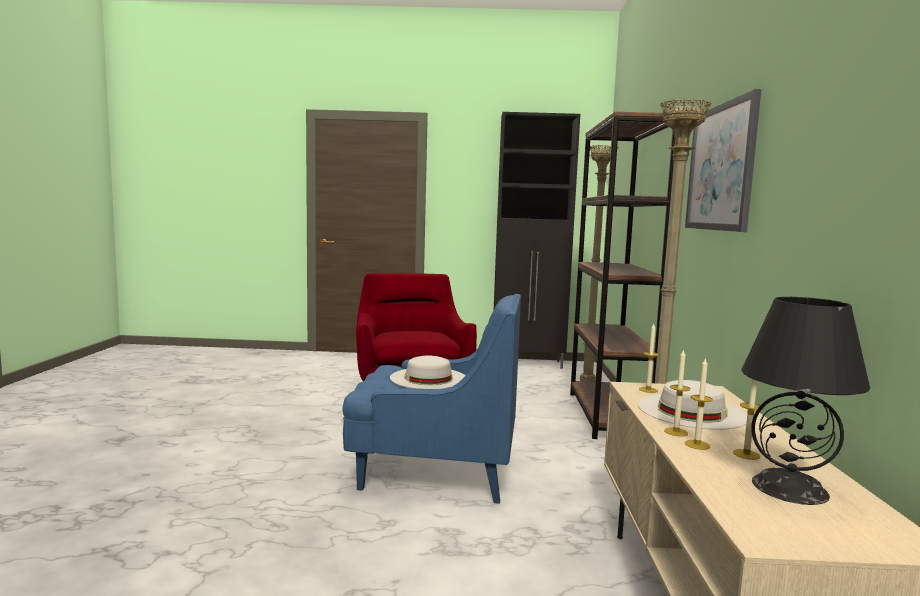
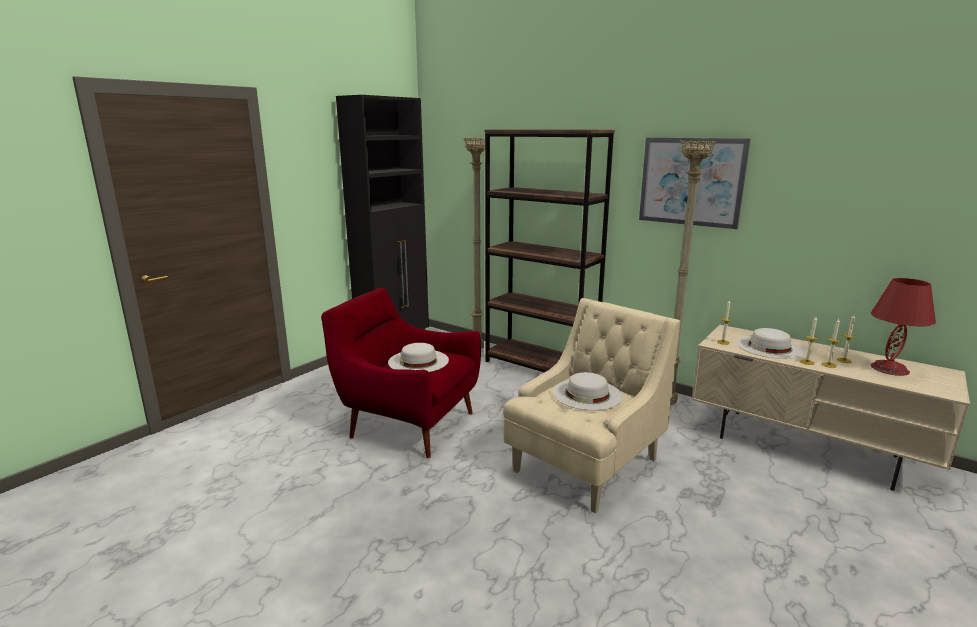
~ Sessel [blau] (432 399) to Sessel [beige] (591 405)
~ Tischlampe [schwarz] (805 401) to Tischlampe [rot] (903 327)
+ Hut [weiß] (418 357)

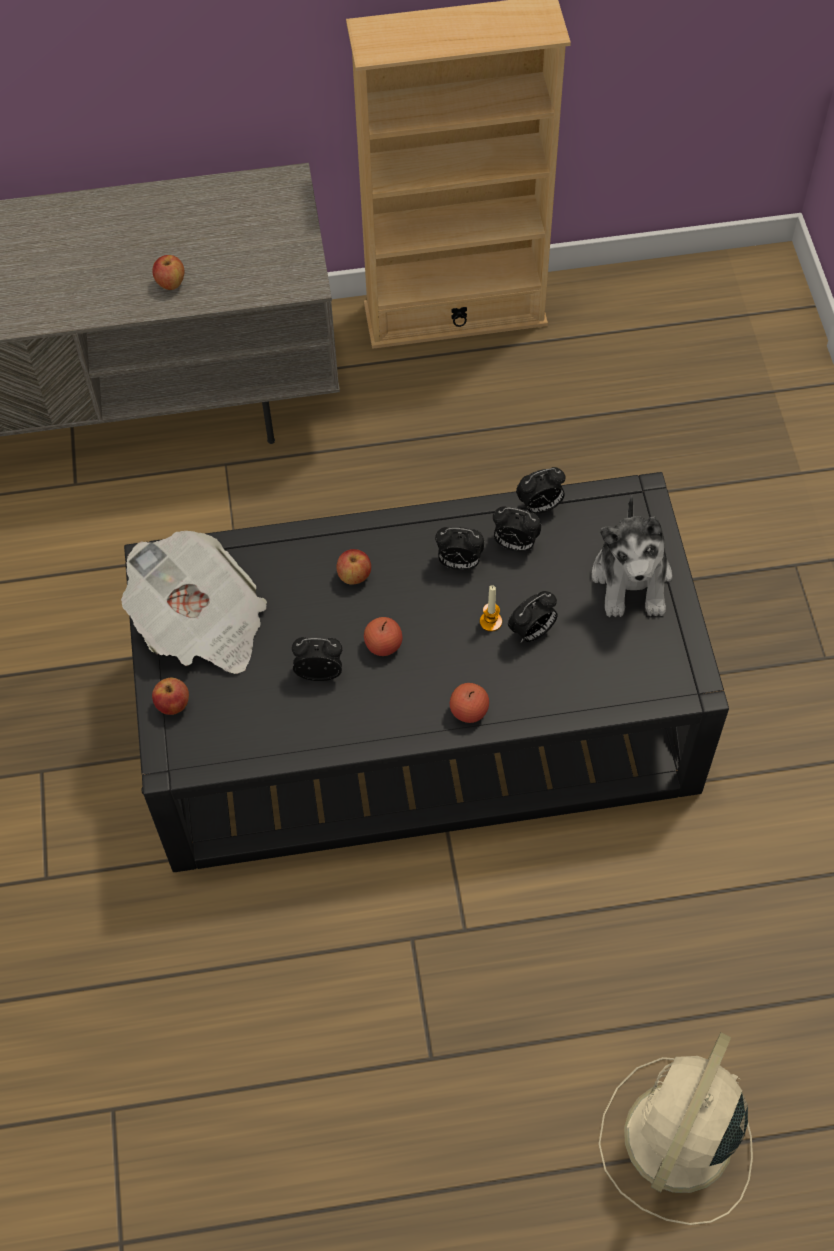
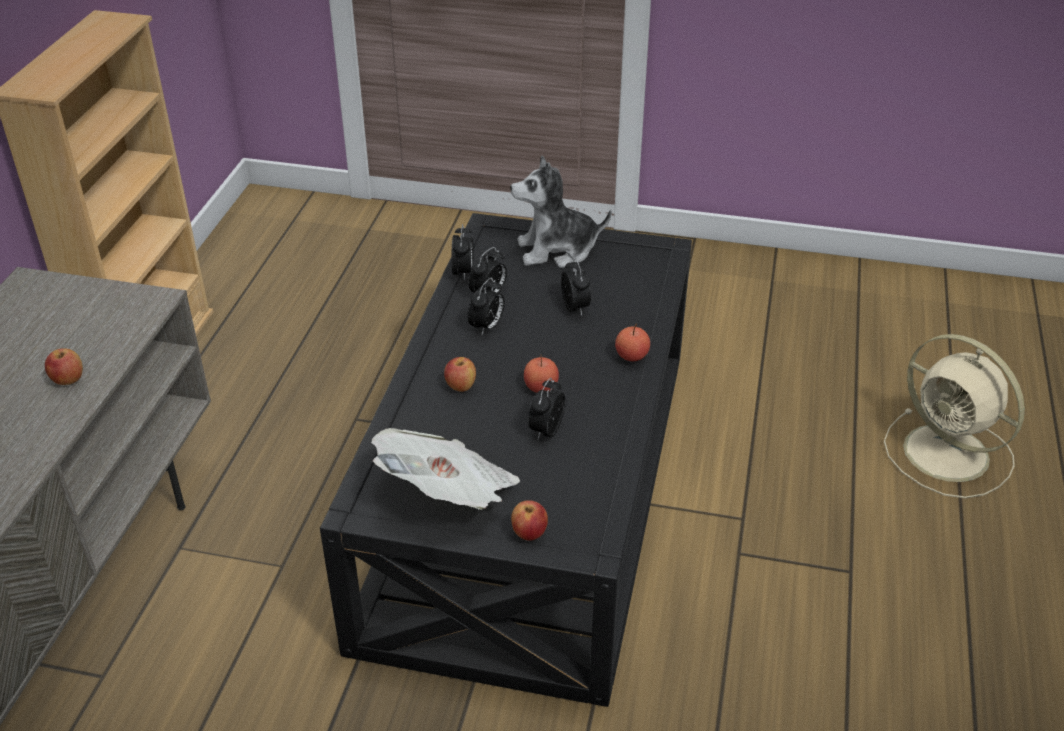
~ Plüschtier (632 556) = (561 211) 150 degrees clockwise
- Kerze (491 608)

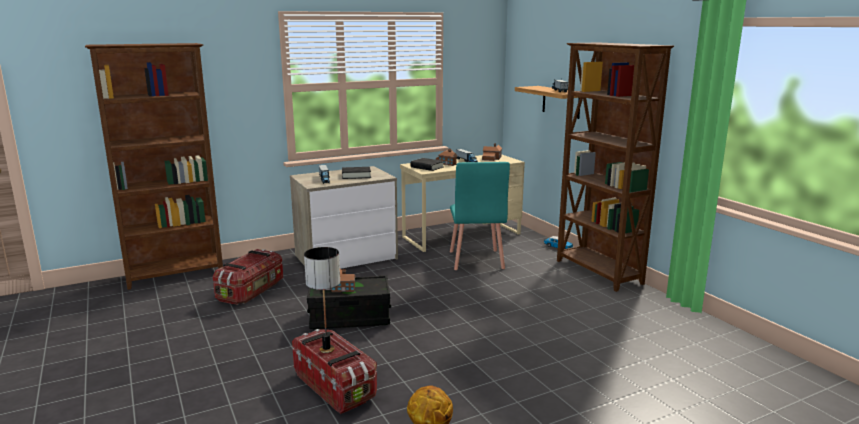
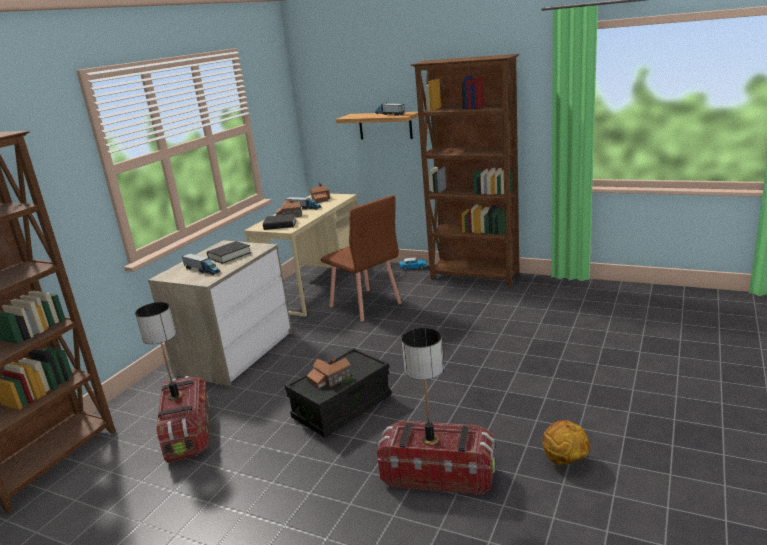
~ Stuhl [türkis] (480 216) to Stuhl [braun] (361 258)
+ Tischlampe (159 351)

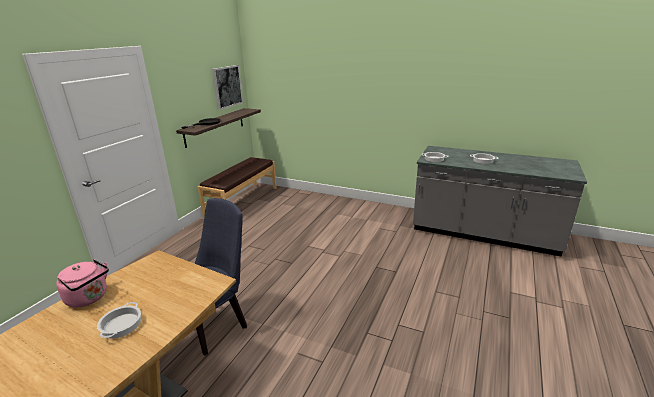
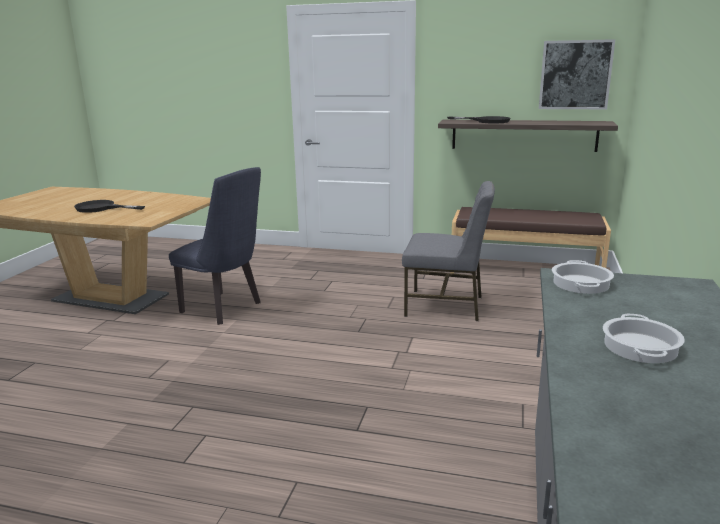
- Wasserkessel [rosa] (82 283)
~ Kochtopf (119 320) to Pfanne [schwarz] (109 206)
+ Stuhl [grau] (448 251)

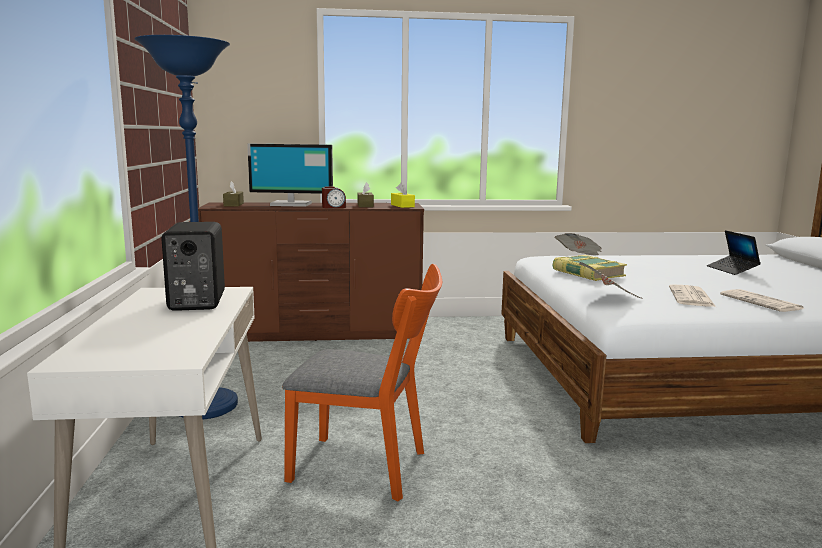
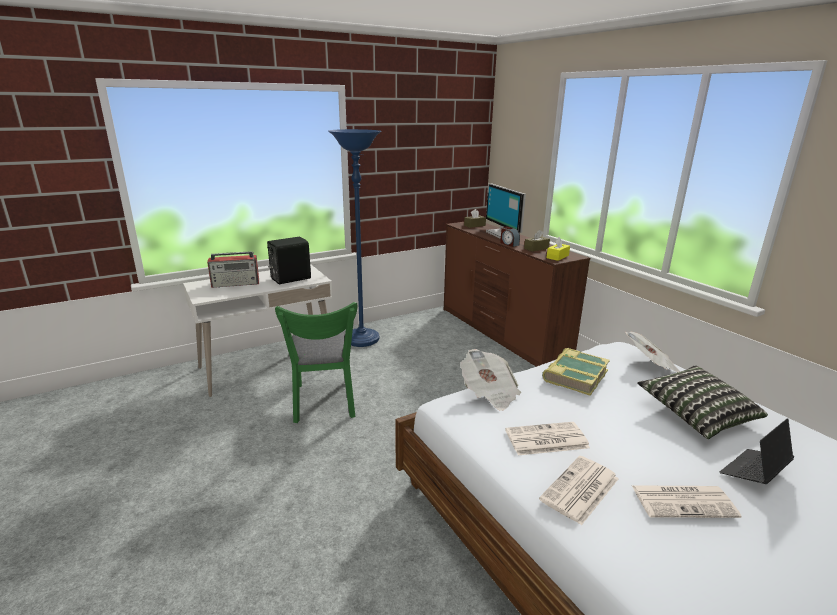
~ Stuhl [orange] (362 382) to Stuhl [grün] (316 362)
+ Radio (233 269)
+ Kissen (702 402)
+ Zeitung (686 501)

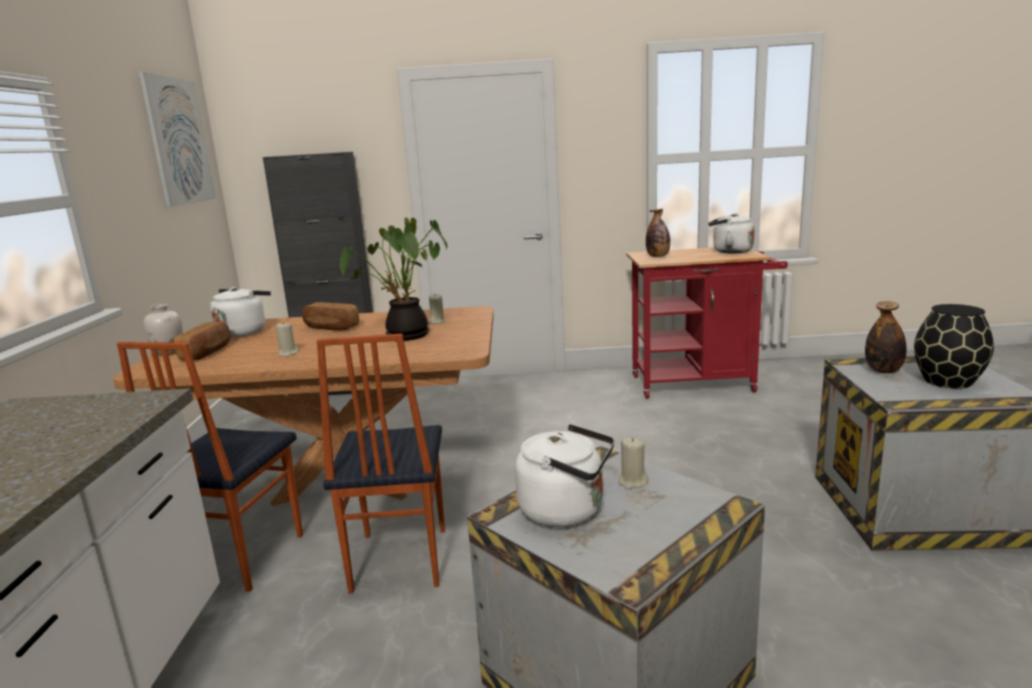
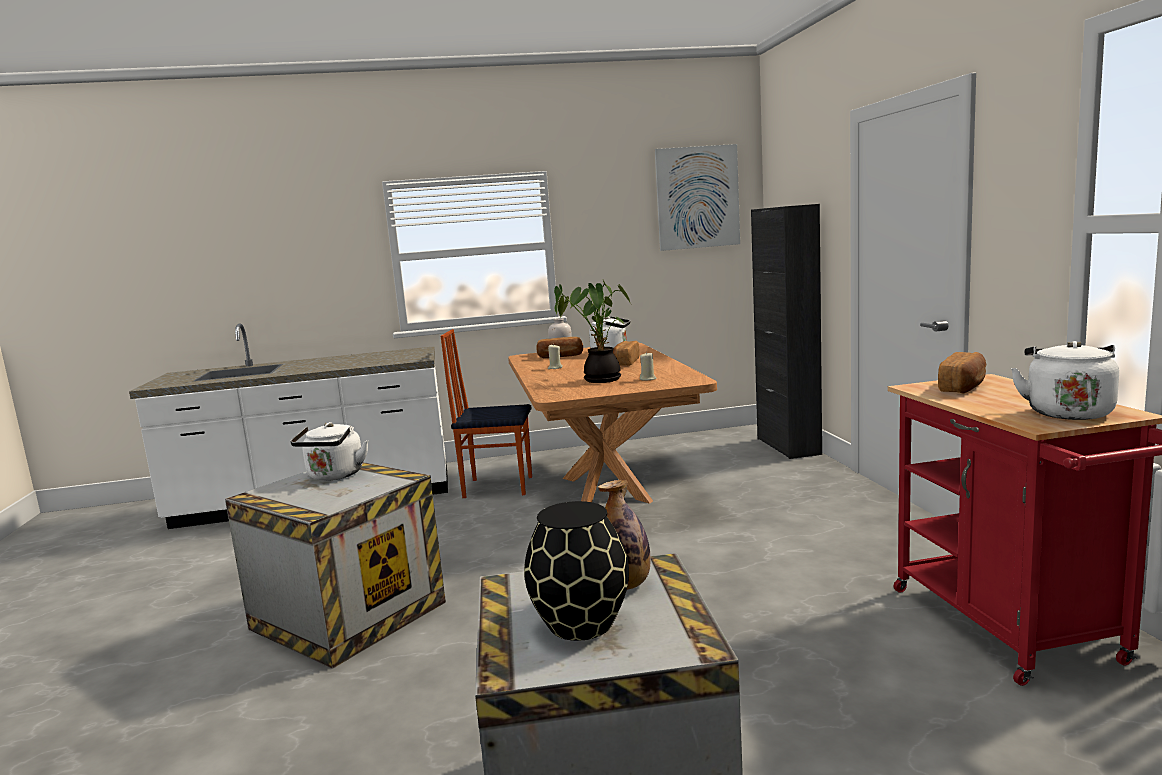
~ Flasche (658 233) to Brot (962 373)
- Stuhl (380 464)
- Kerze [beige] (633 463)

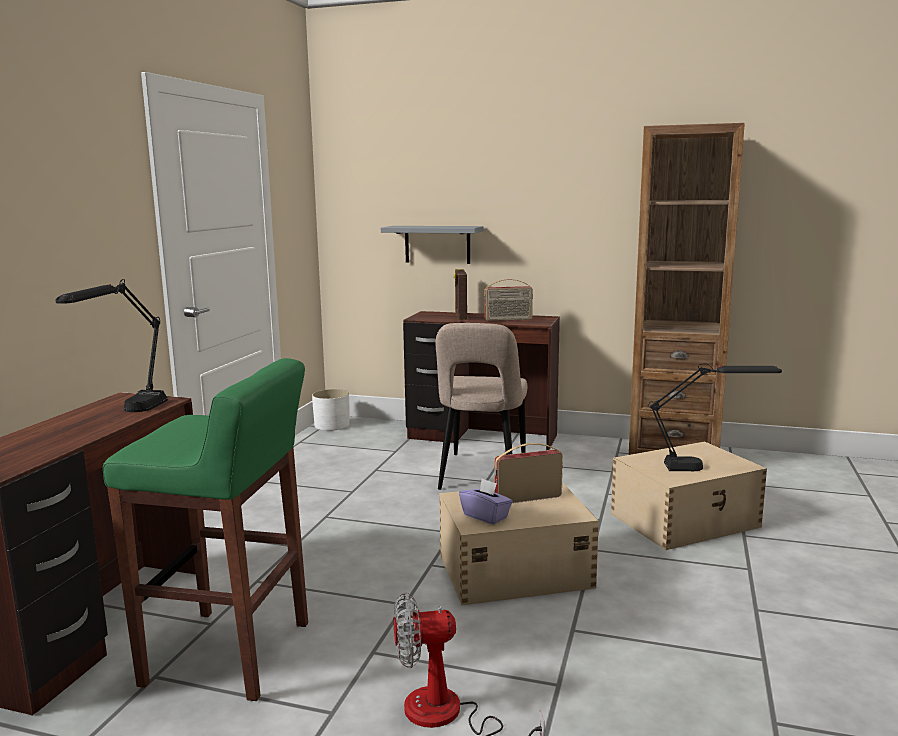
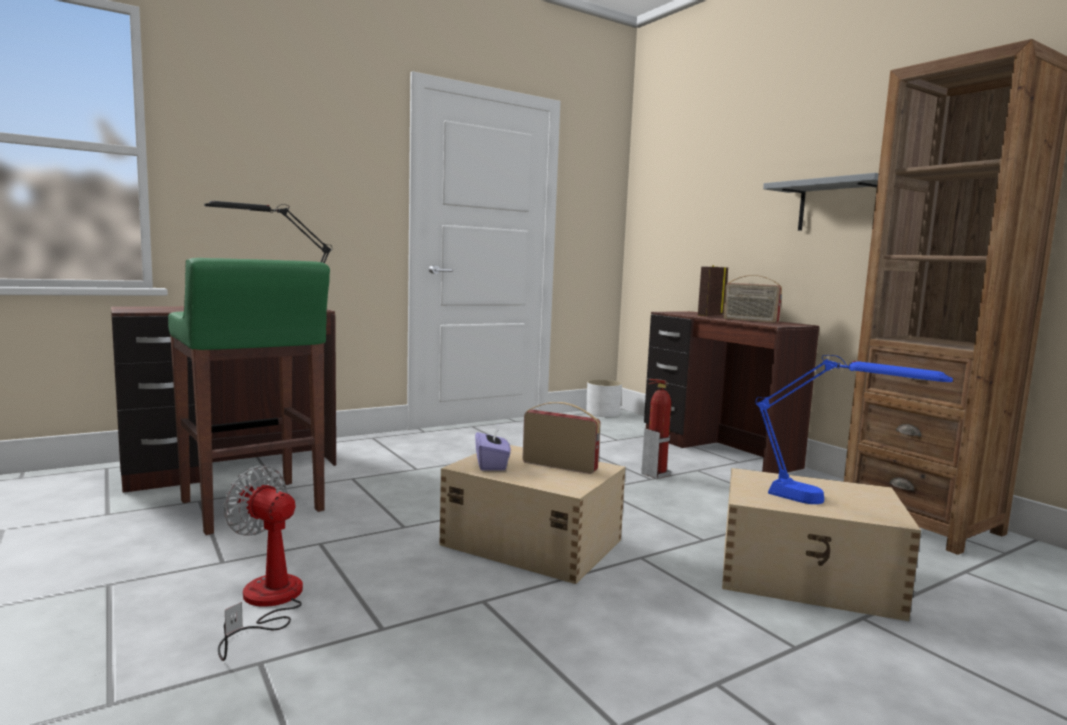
~ Wandregal [grau] (432 245) to (821 202)
~ Stuhl [beige] (481 406) to Feuerlöscher (656 429)
~ Tischlampe [schwarz] (715 417) to Tischlampe [blau] (854 429)

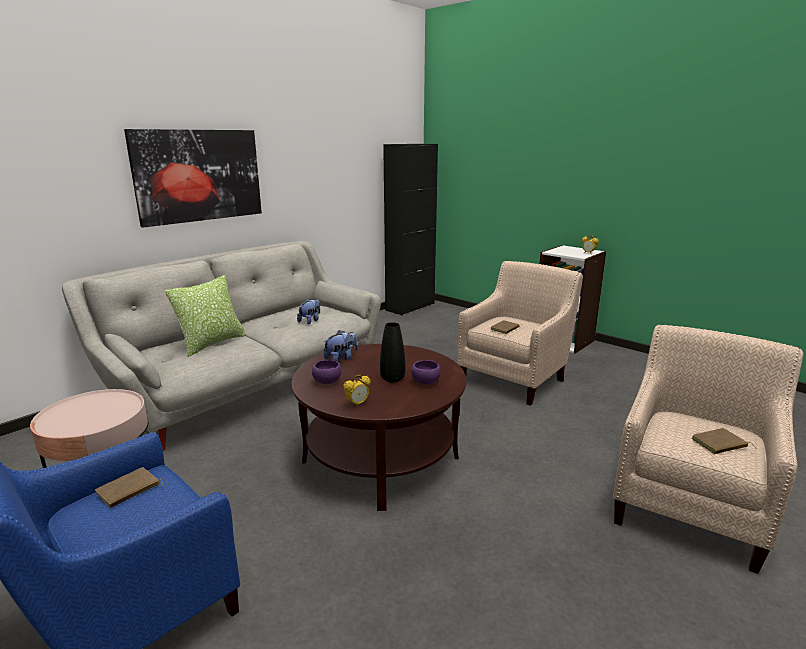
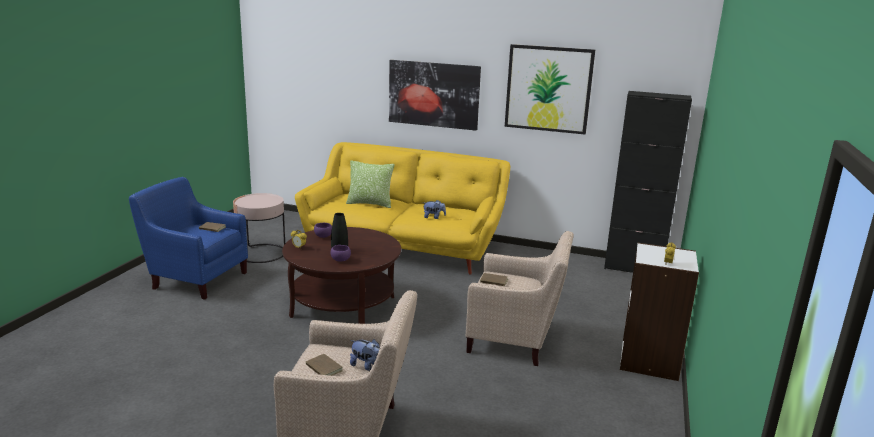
~ Sofa [grau] (221 346) to Sofa [gelb] (402 208)
~ Plüschtier (340 346) to (365 355)
+ Bild (550 89)

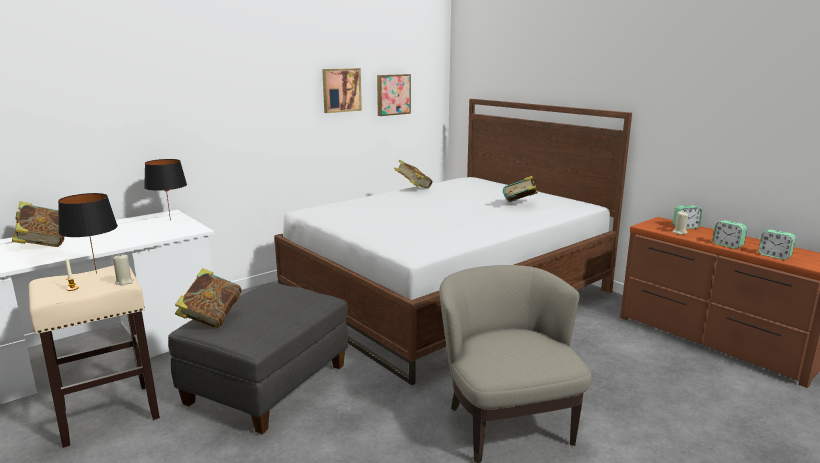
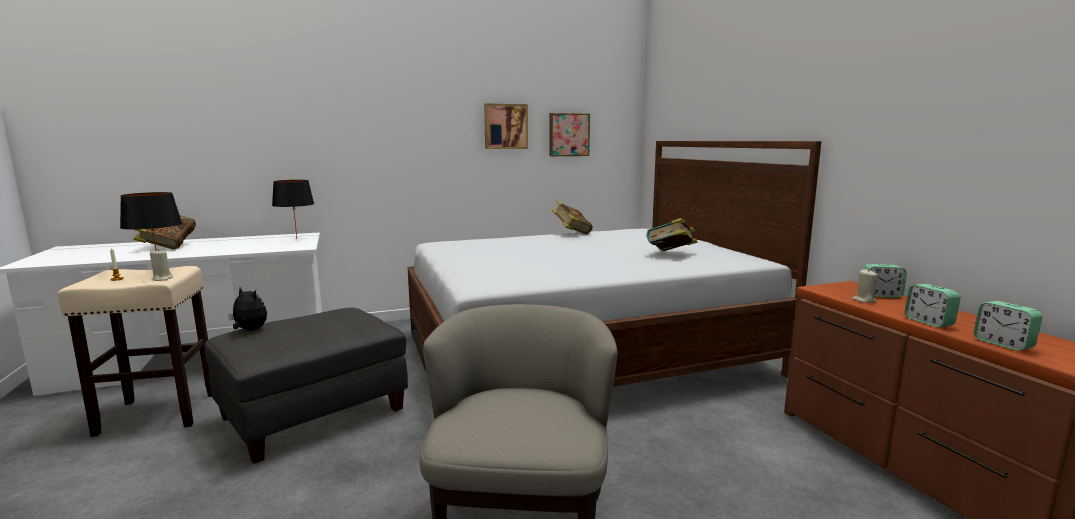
~ Buch (208 298) to Plüschtier (247 309)

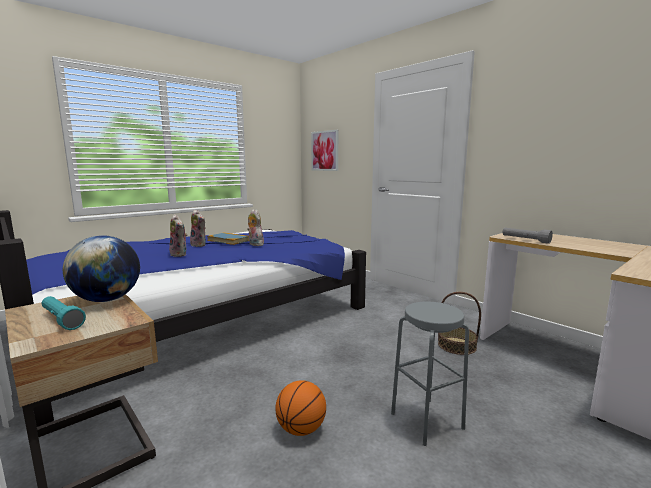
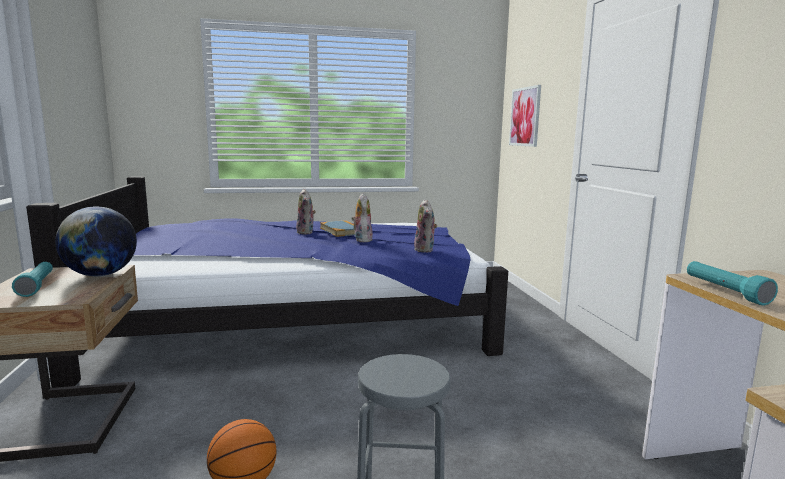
~ Plüschtier (177 235) to (425 226)
~ Taschenlampe [grau] (528 236) to Taschenlampe [türkis] (732 283)
- Korb (459 323)

